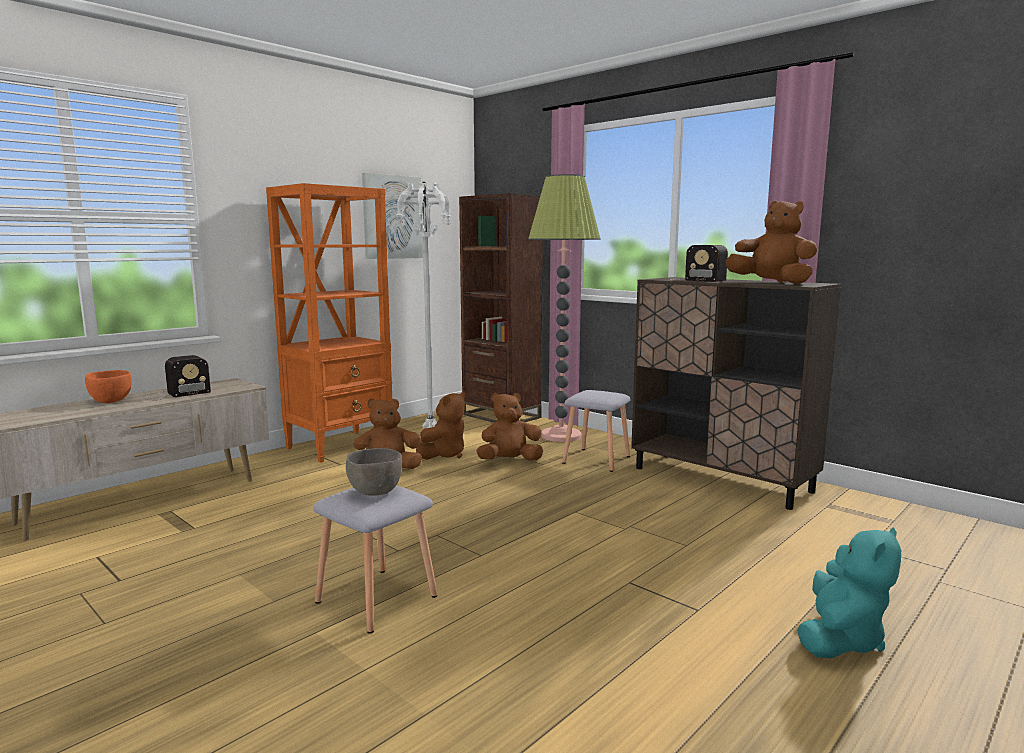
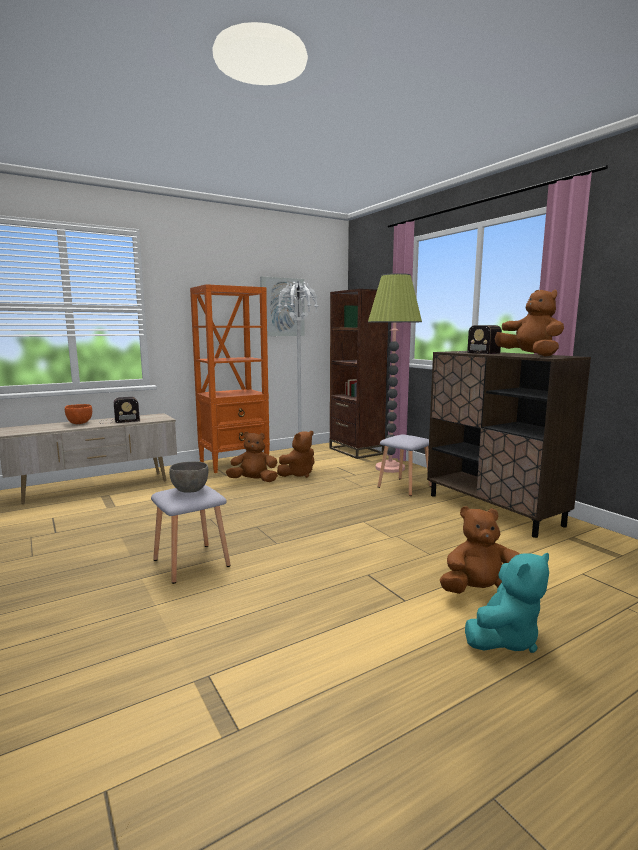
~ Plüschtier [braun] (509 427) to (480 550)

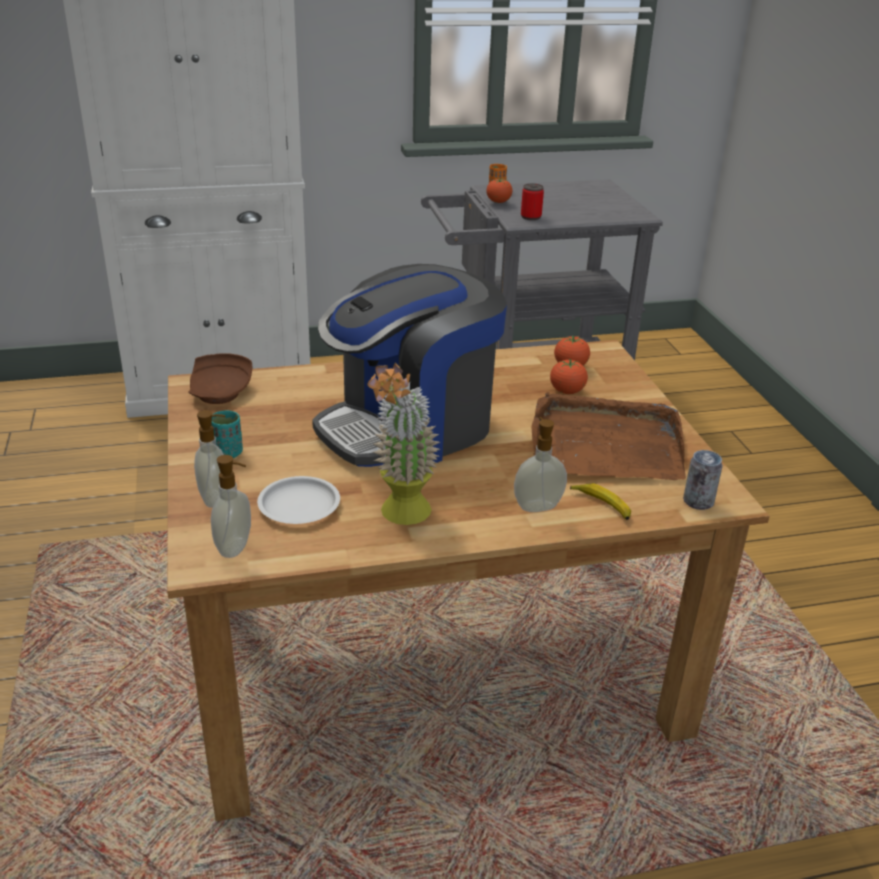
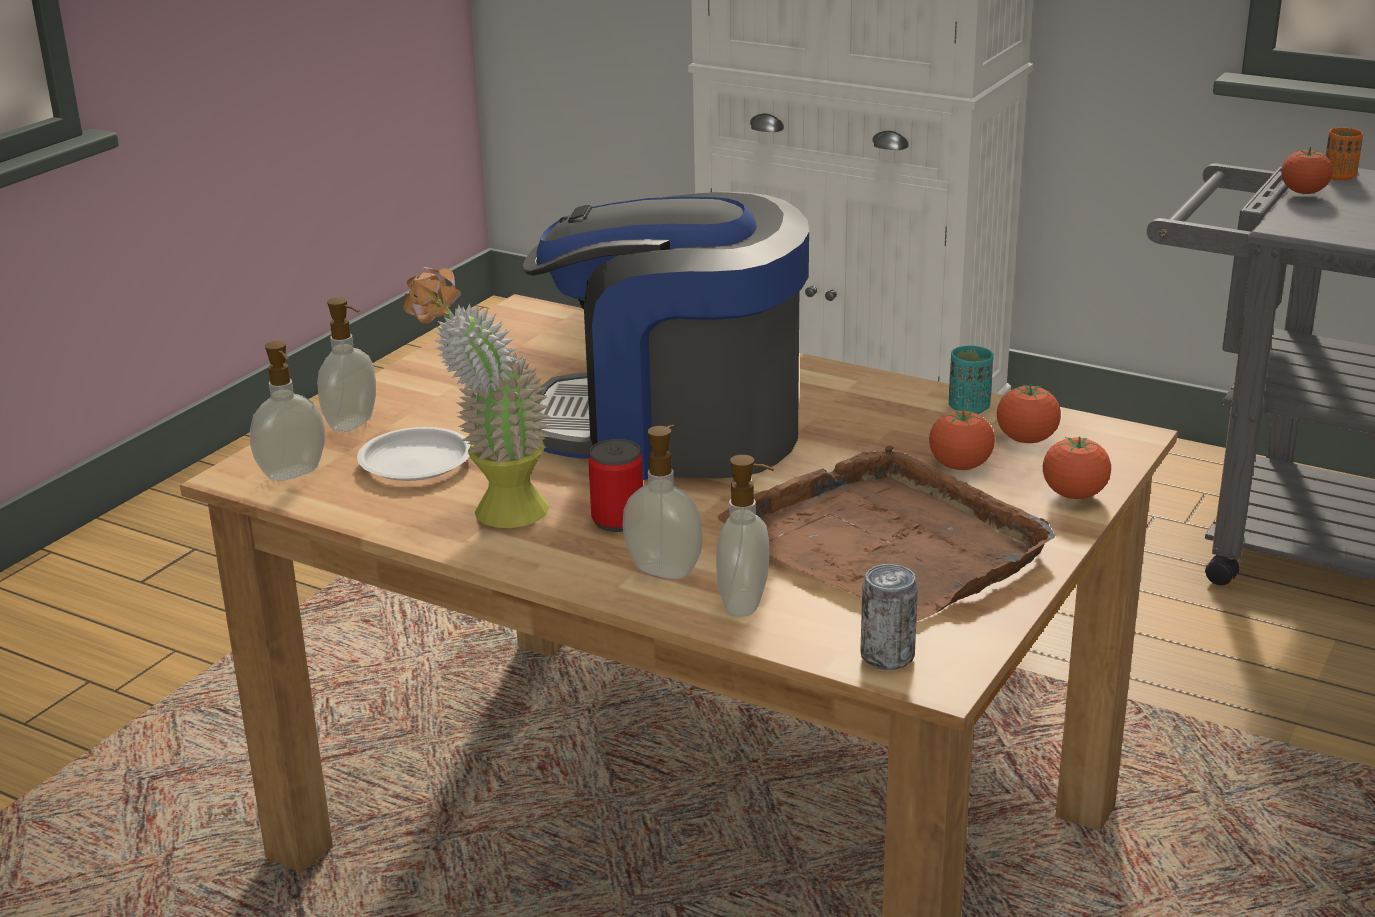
~ Dose (532 201) to (615 485)
- Teller [braun] (220 378)
~ Tasse [türkis] (227 434) to (971 379)
~ Banane (600 501) to Seifenspender (745 536)
+ Tomate (1077 468)

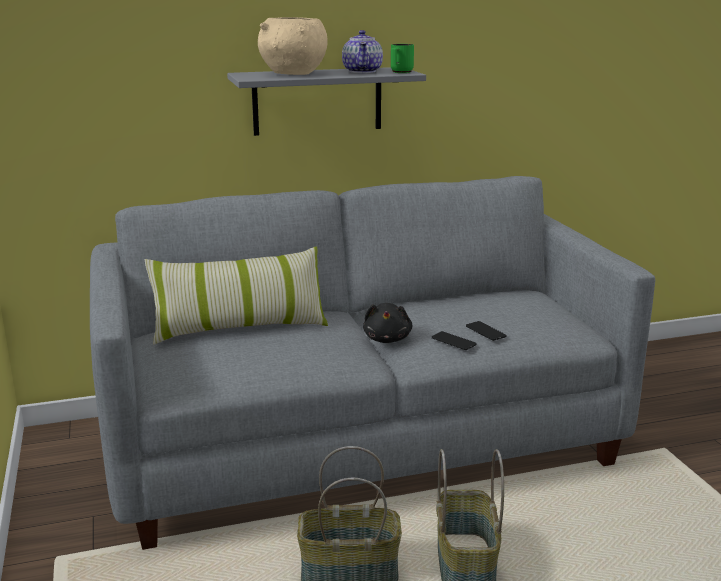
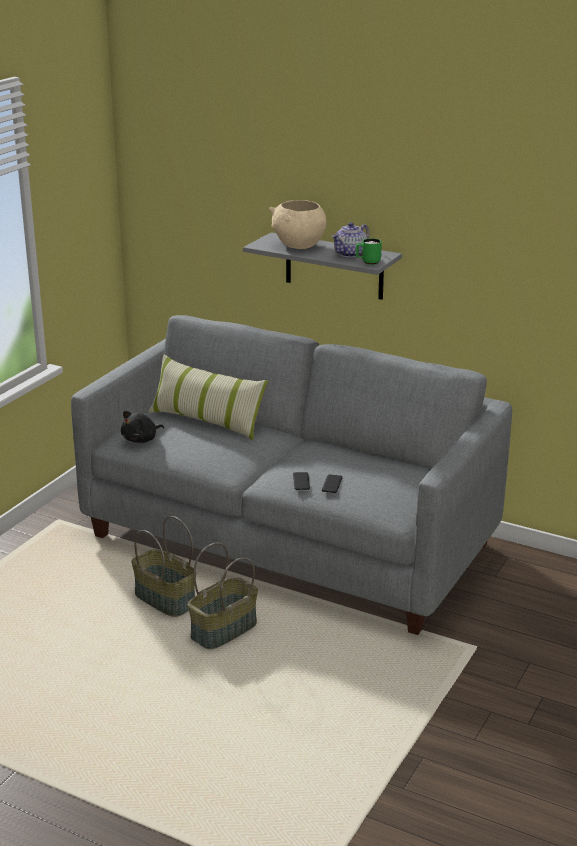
~ Plüschtier [schwarz] (387 323) to (142 427)

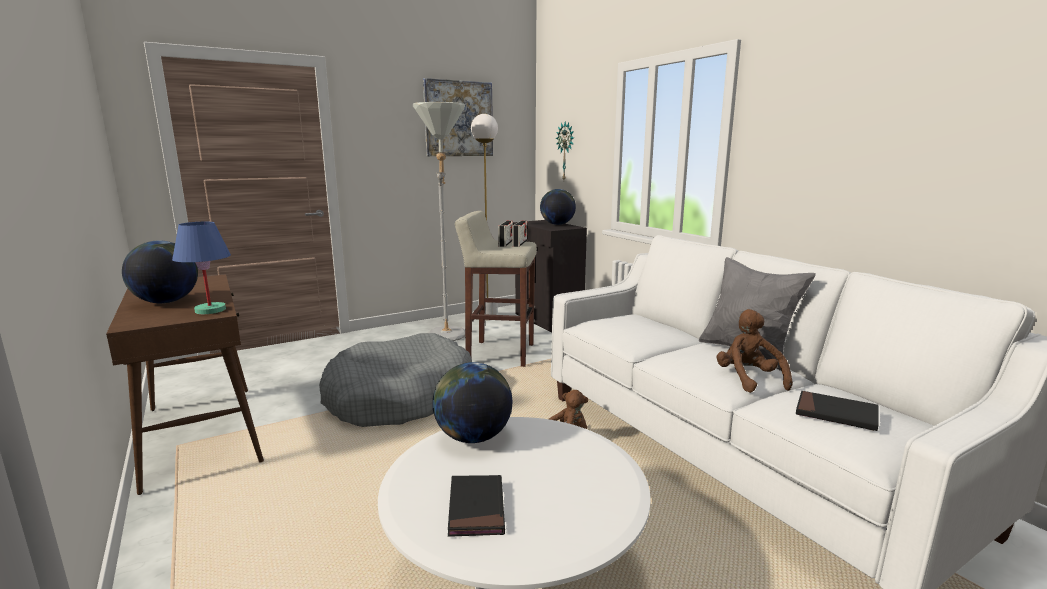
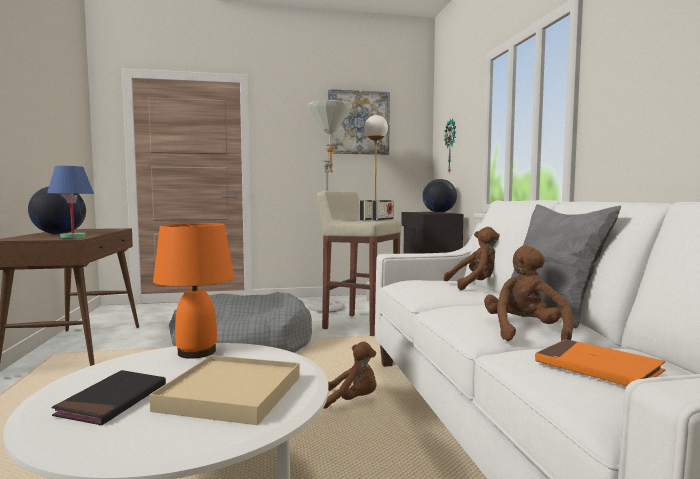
~ Globus (472 402) to Tischlampe [orange] (193 291)
~ Buch [schwarz] (837 411) to Buch [orange] (600 362)
+ Plüschtier [braun] (471 258)
+ Tablett [beige] (224 390)

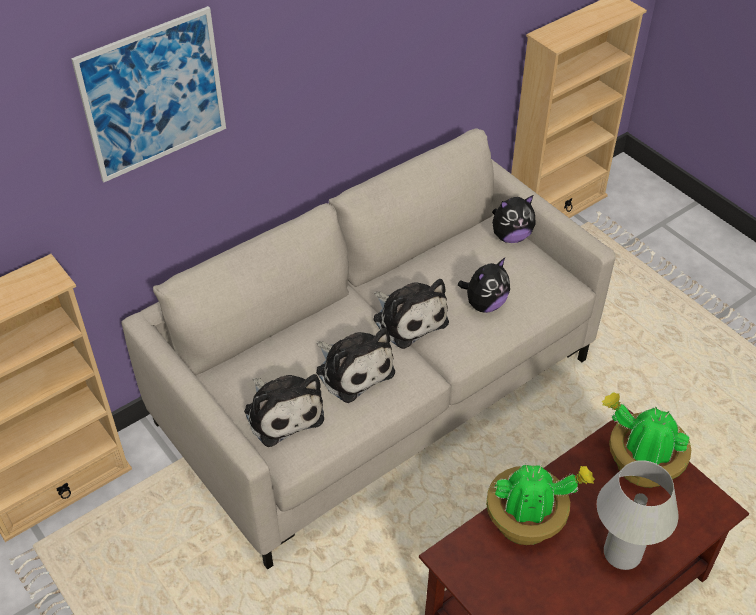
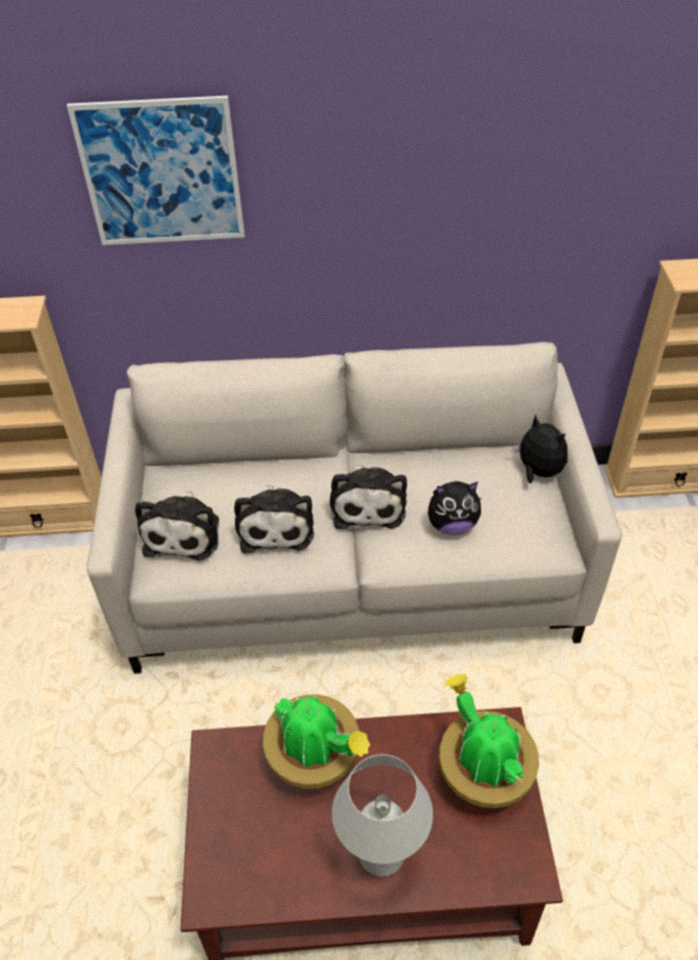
~ Plüschtier (514 219) = (539 448) 150 degrees counterclockwise

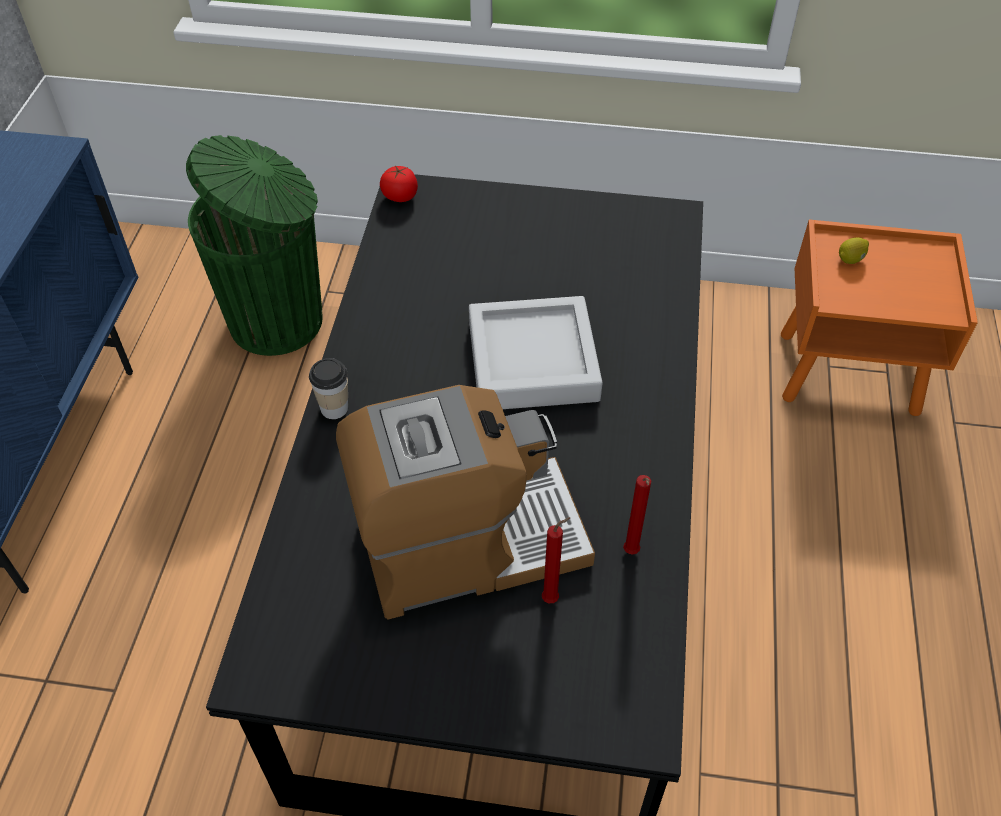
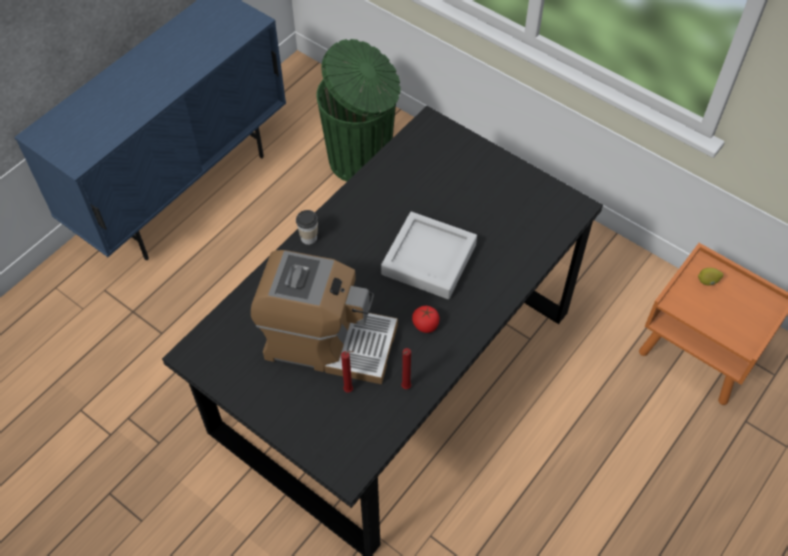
~ Tomate (399 183) to (425 319)

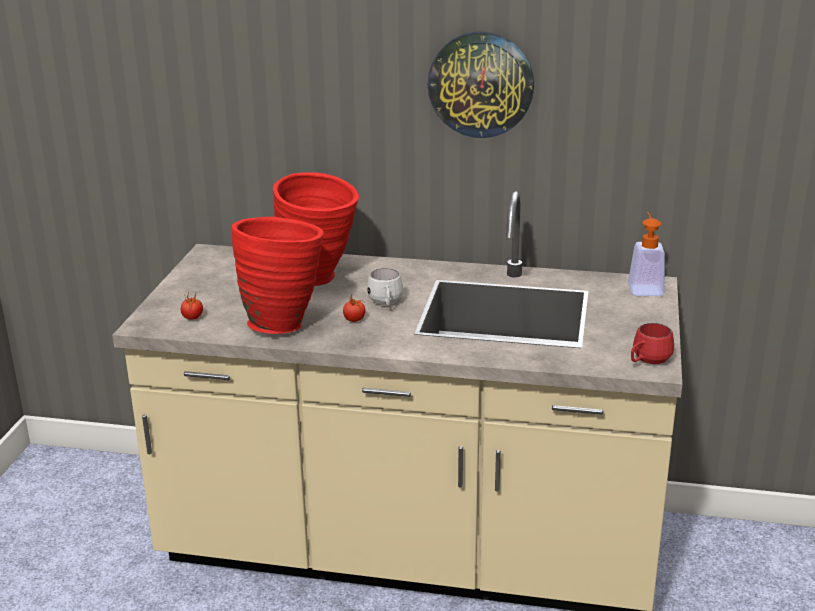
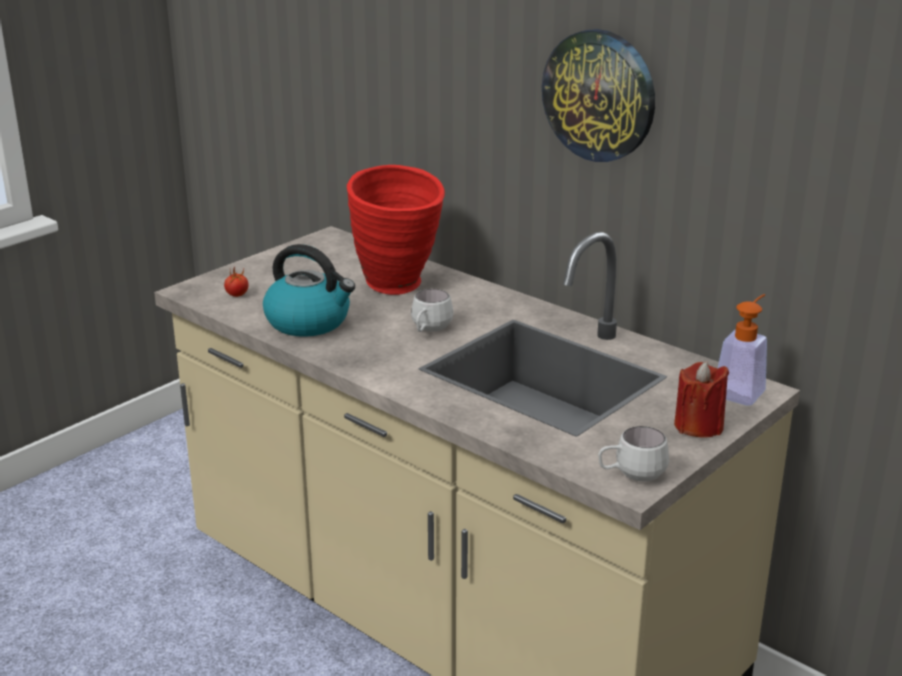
~ Vase [rot] (277 275) to Wasserkessel (309 290)
- Tomate (354 308)
~ Henkelbecher [rot] (652 343) to Henkelbecher [weiß] (633 454)
+ Kerze [rot] (701 399)

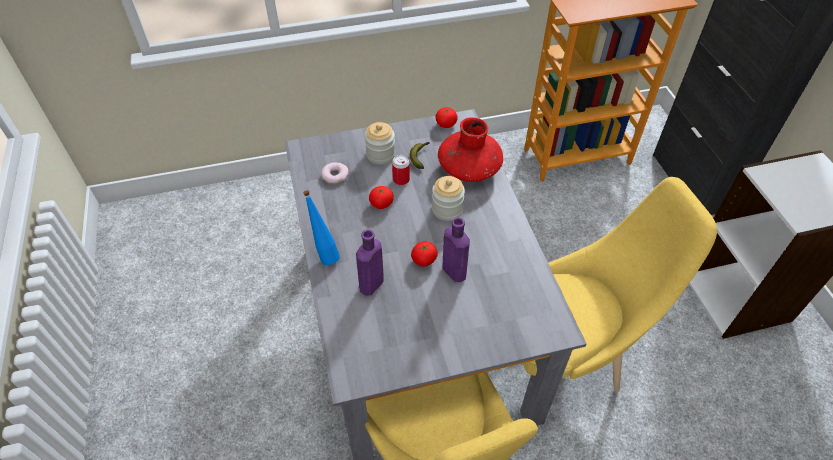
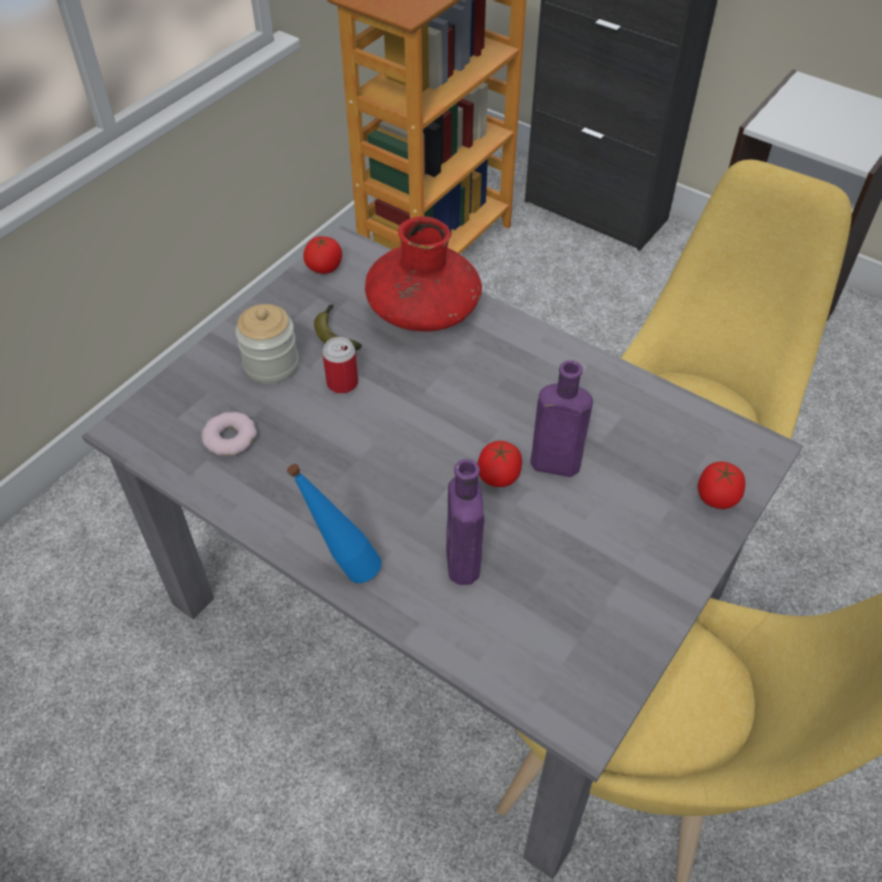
- Vorratsglas (448 198)
~ Tomate (381 197) to (721 485)

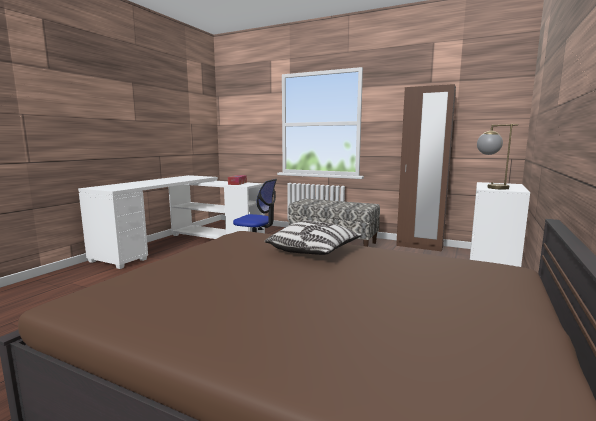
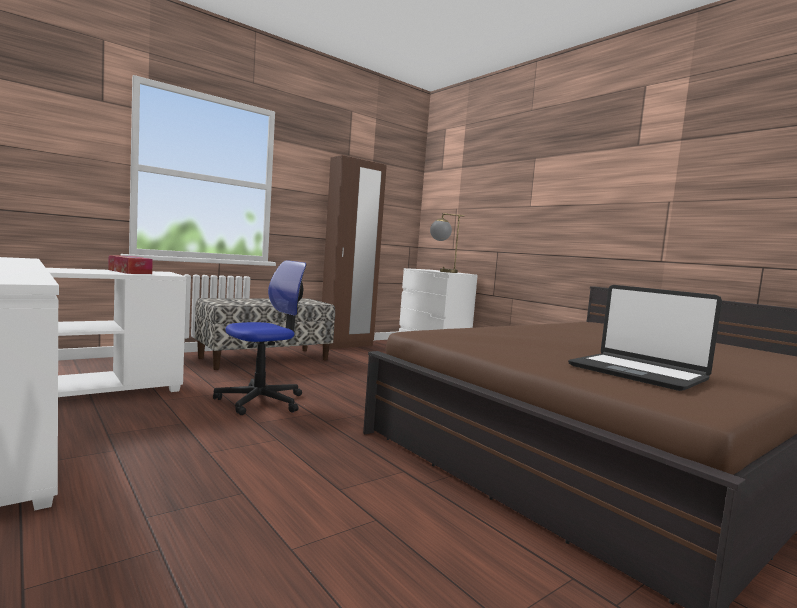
- Kissen (313 237)
+ Laptop (645 338)

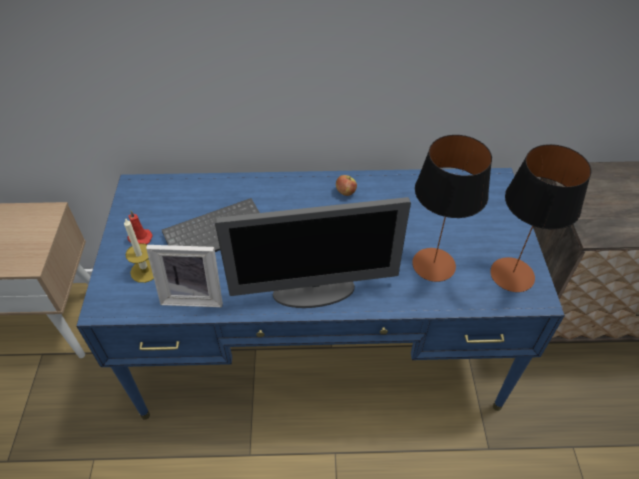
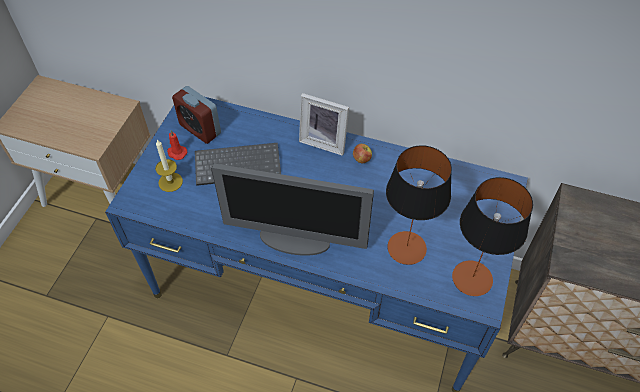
~ Bilderrahmen (184 276) to (324 124)
+ Wecker (196 115)

